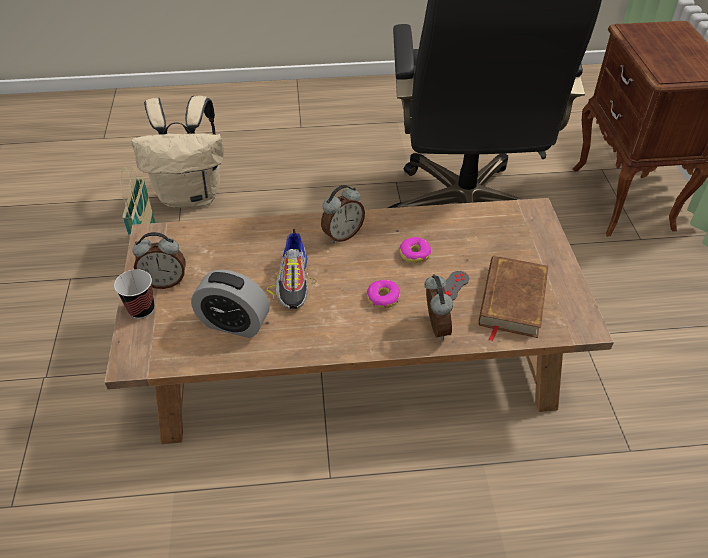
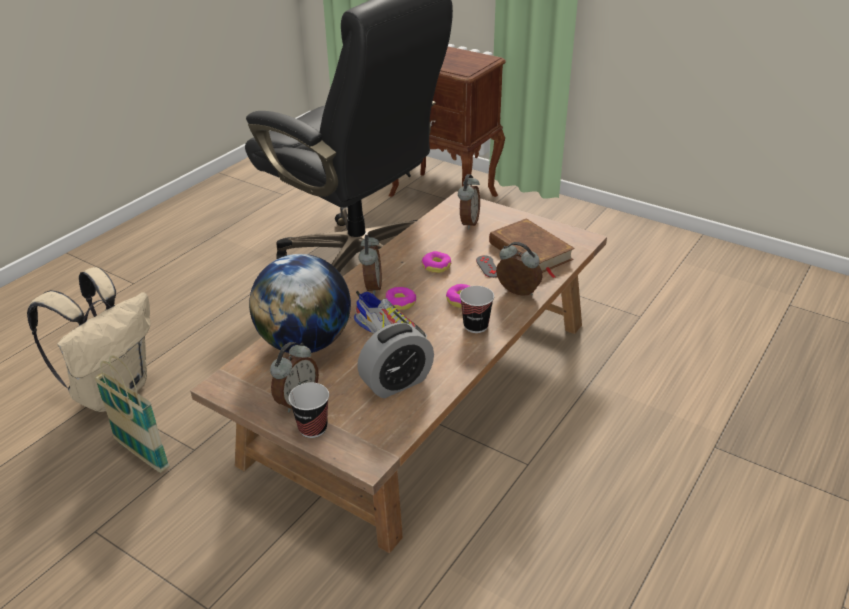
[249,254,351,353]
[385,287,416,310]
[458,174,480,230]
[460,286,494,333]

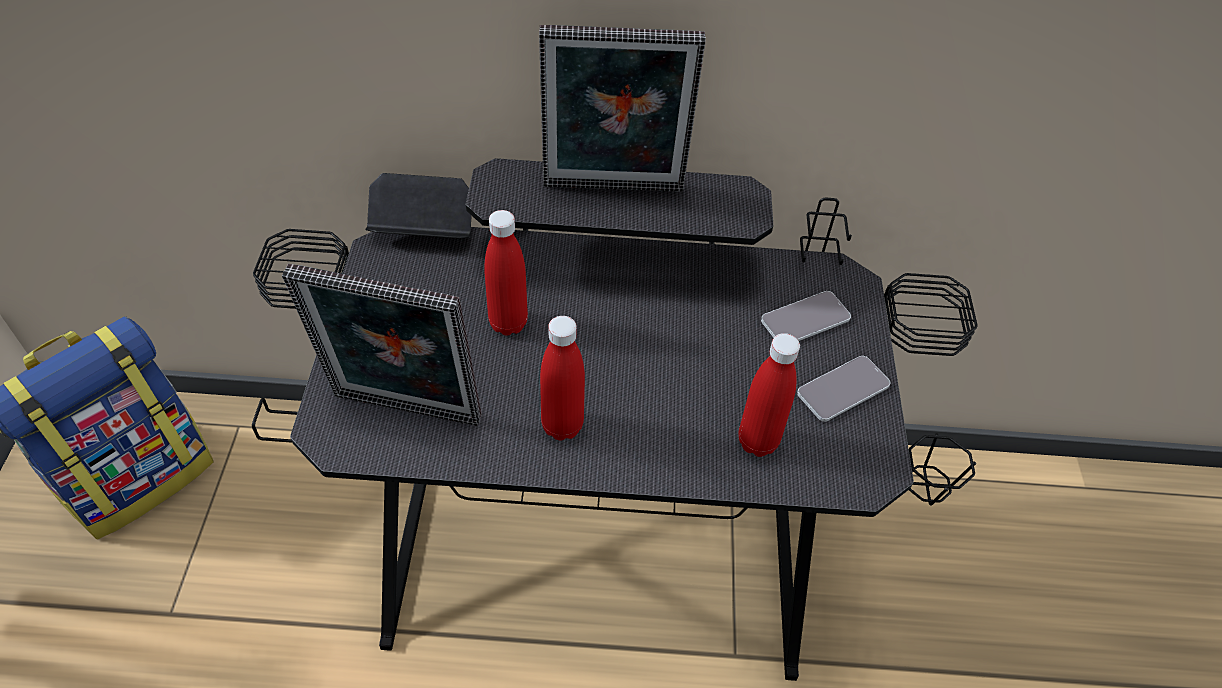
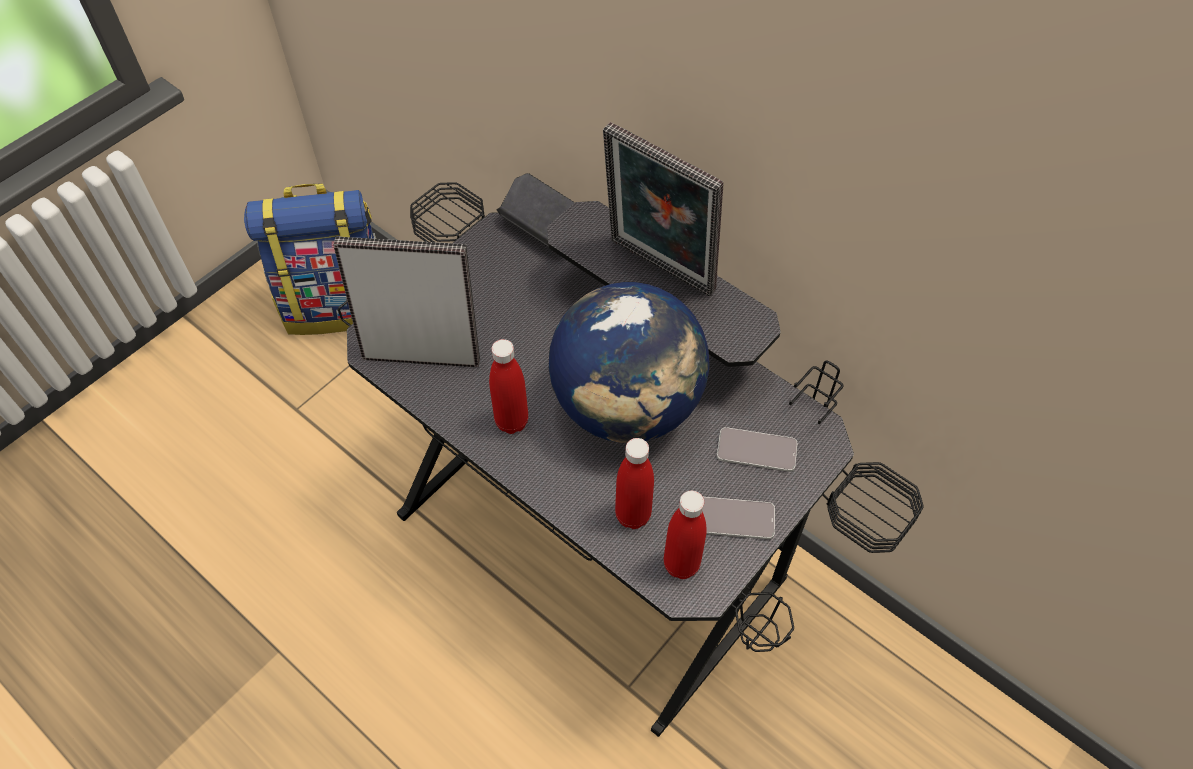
[549,282,710,443]
[664,491,707,579]
[333,236,480,367]

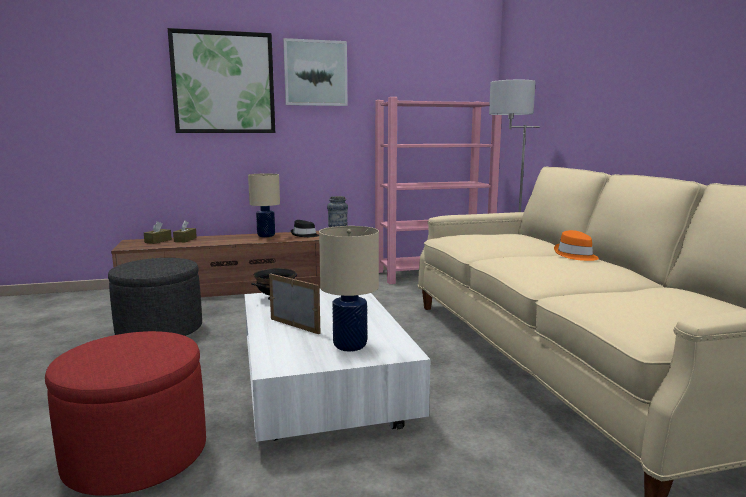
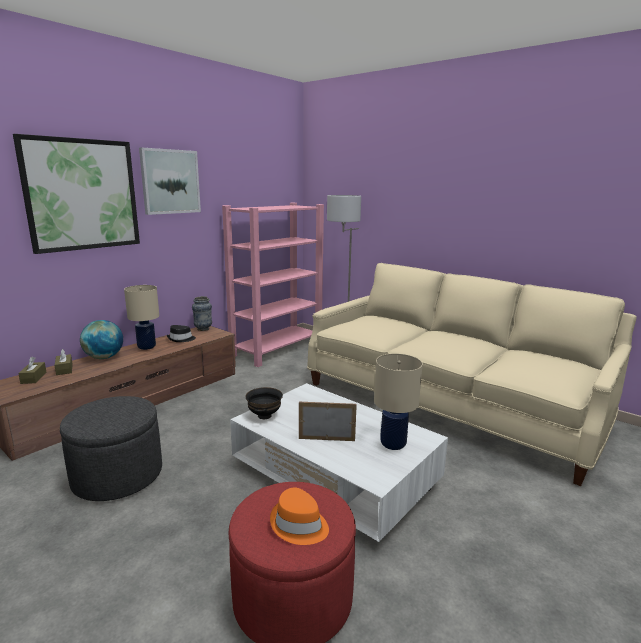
[80,320,123,359]
[270,487,329,545]

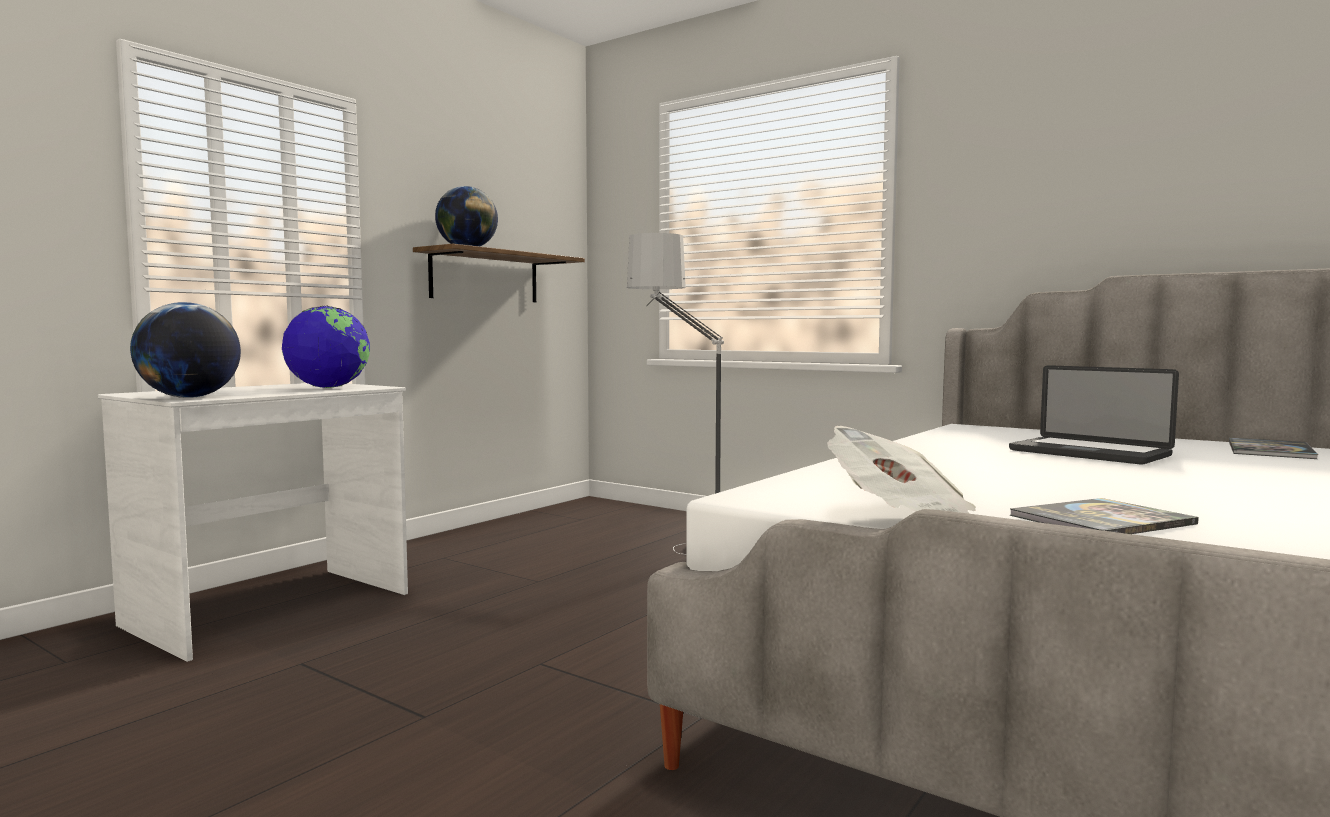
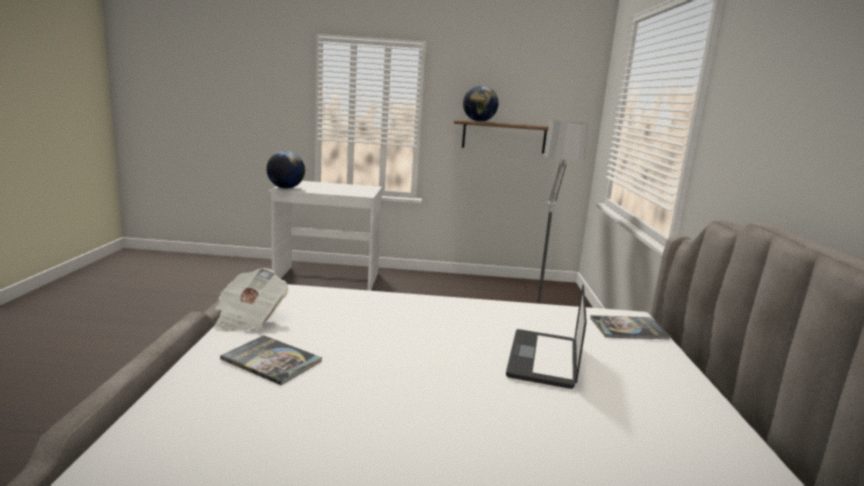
[282,306,370,388] (first image)
[590,315,671,340]

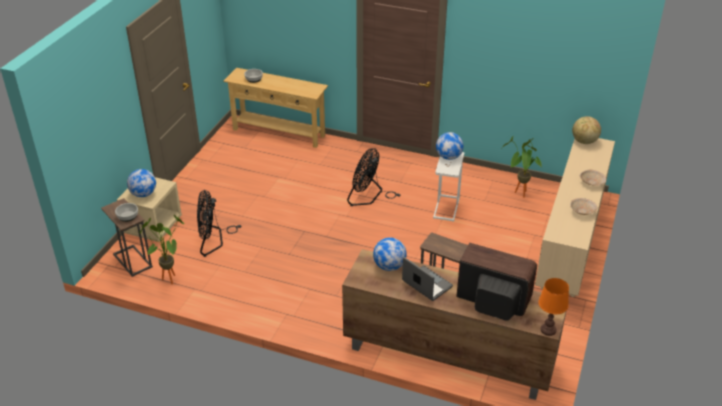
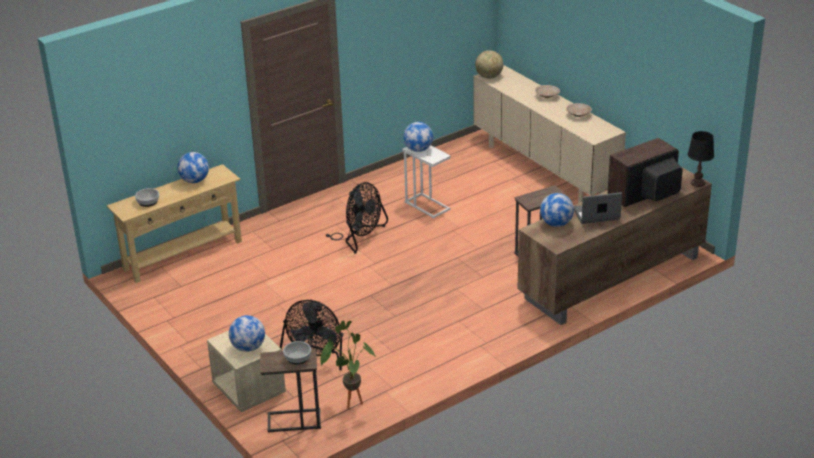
[501,135,541,198] (first image)
[177,152,209,183]
[688,131,714,187]
[326,182,388,254]

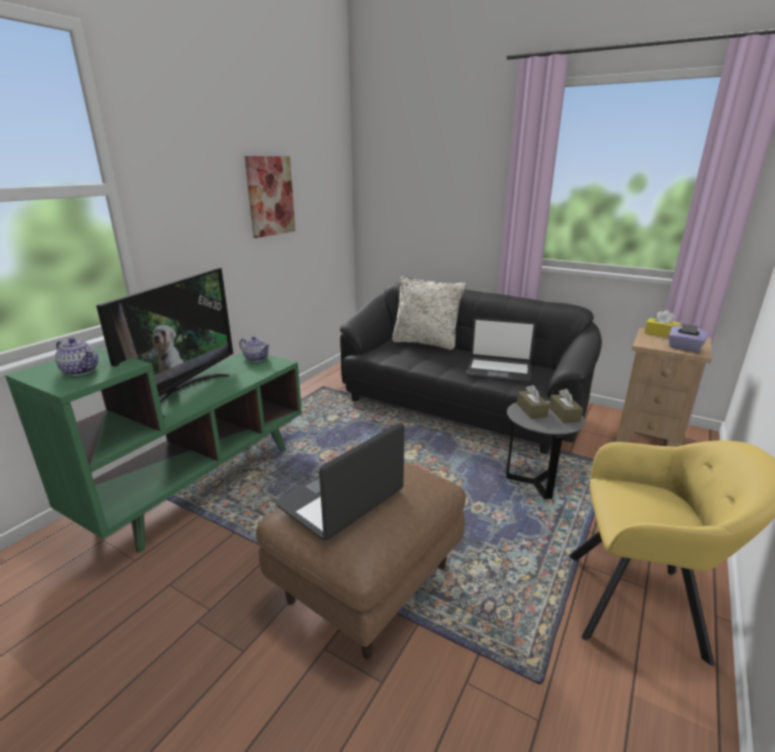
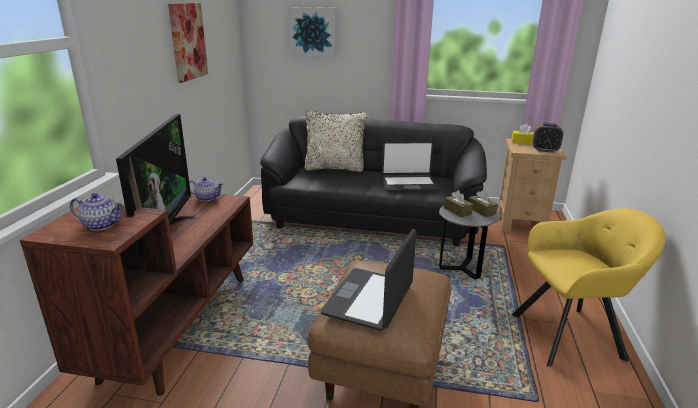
[289,7,336,57]
[533,123,563,153]
[20,193,253,396]

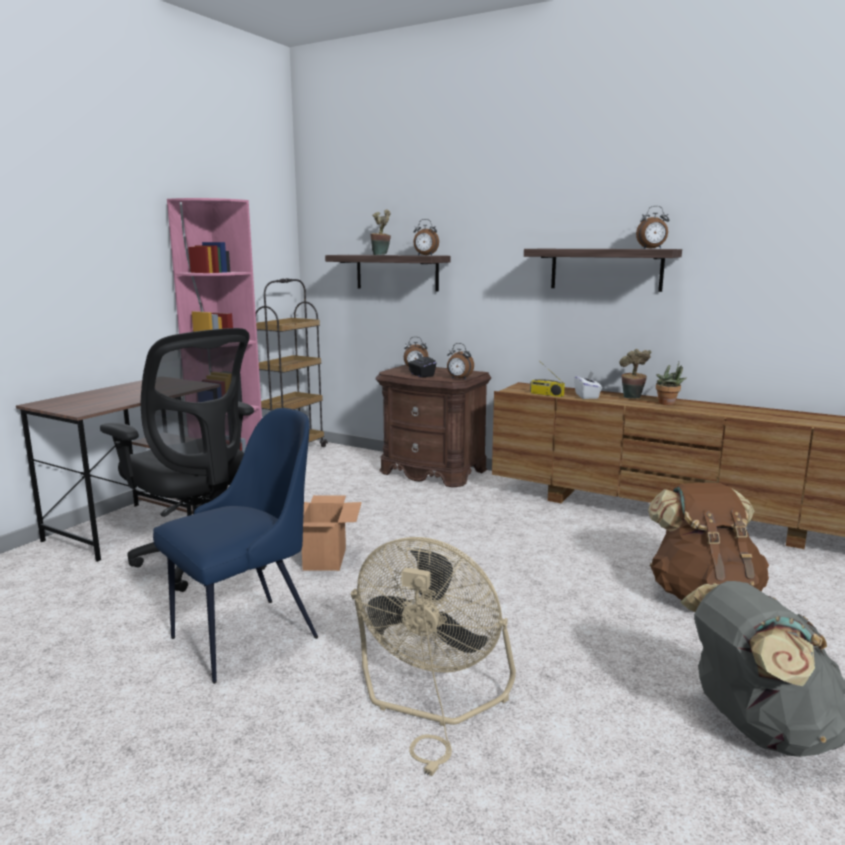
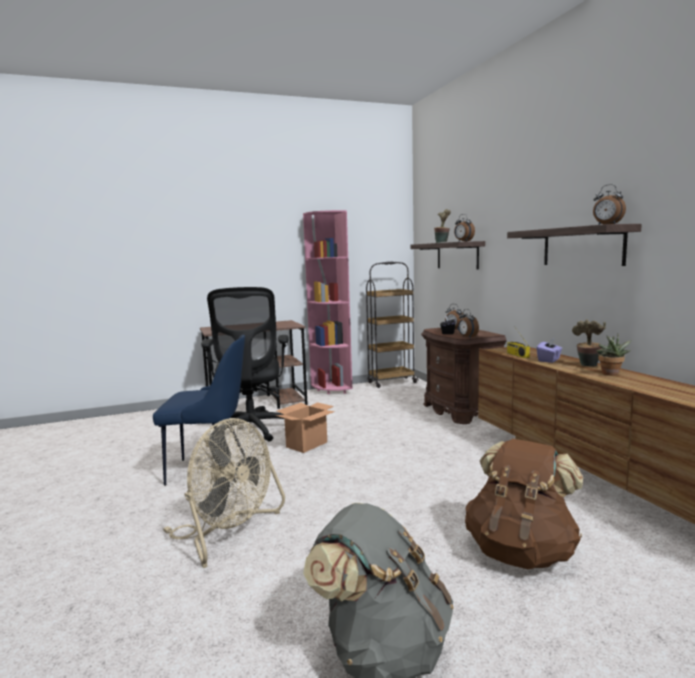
[537,338,562,363]
[163,418,285,568]

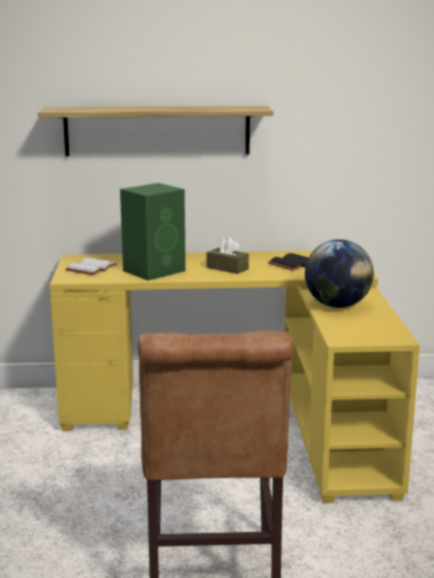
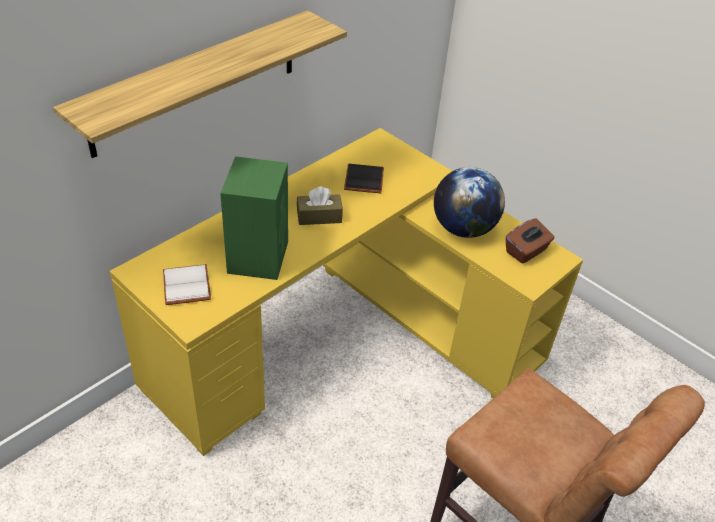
[506,218,555,264]

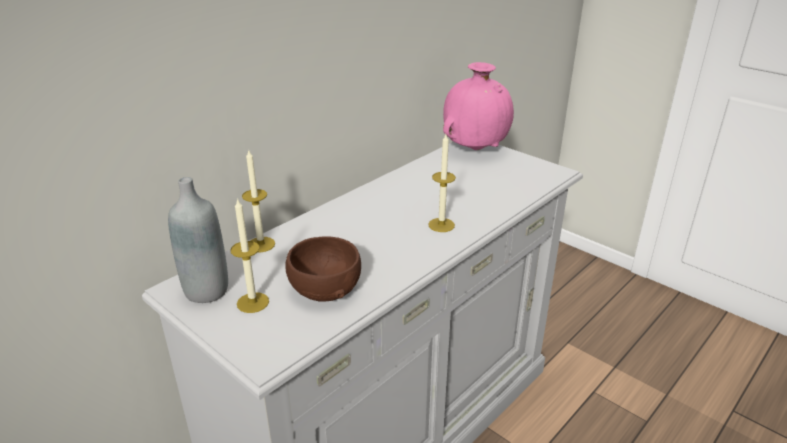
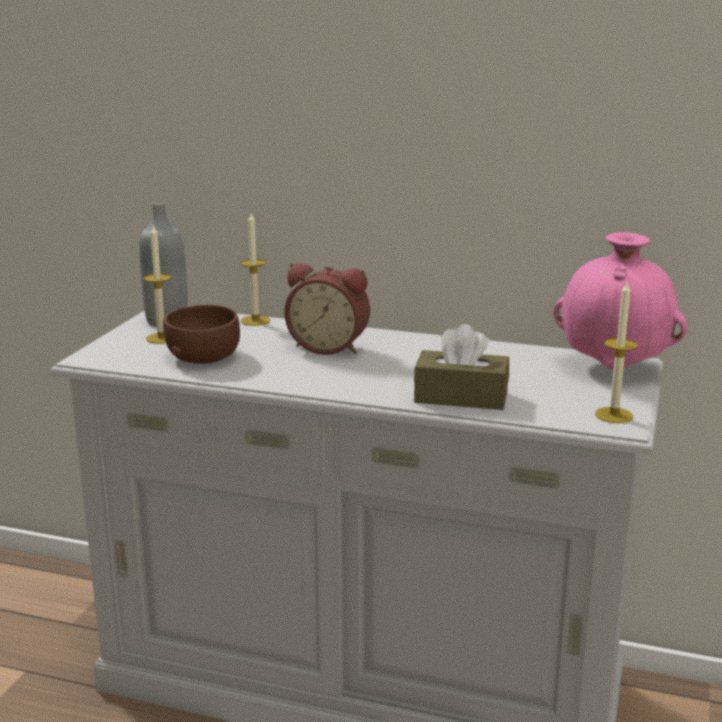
[284,263,370,355]
[414,324,509,410]
[595,282,638,423]

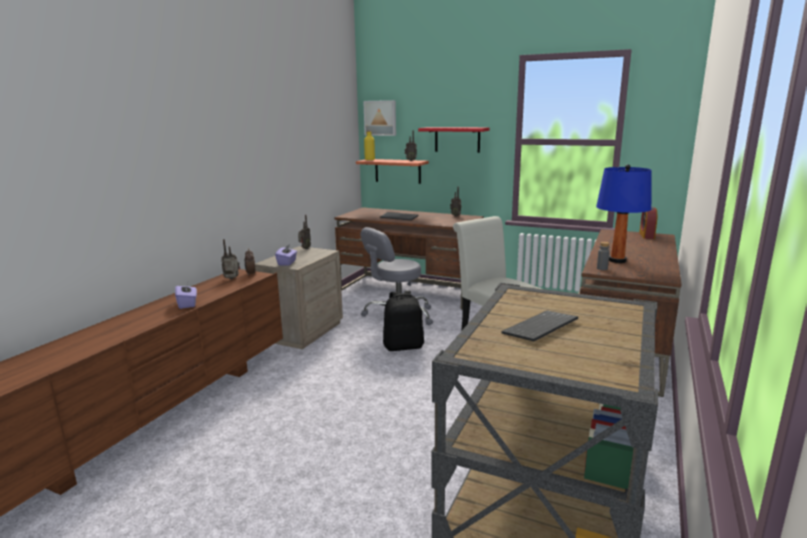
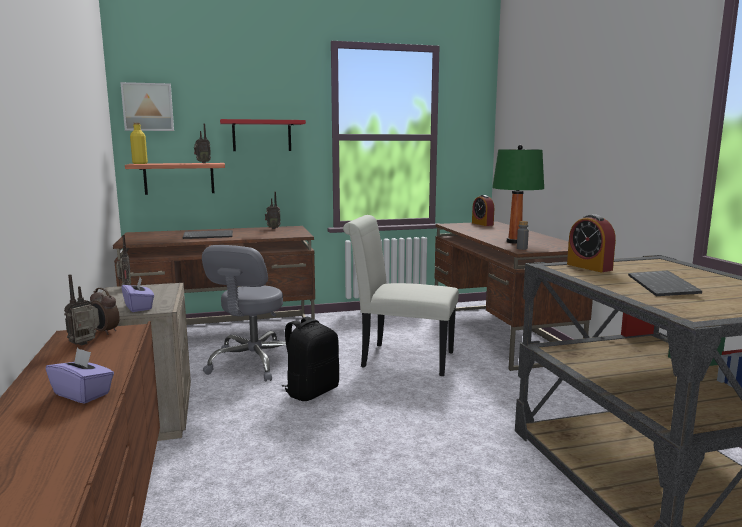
[567,214,616,272]
[492,145,544,244]

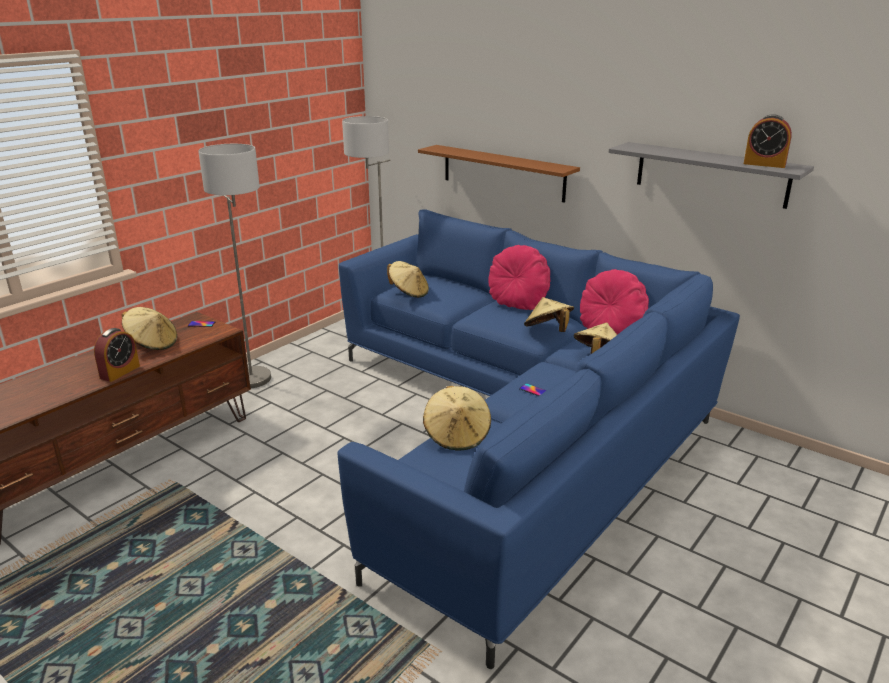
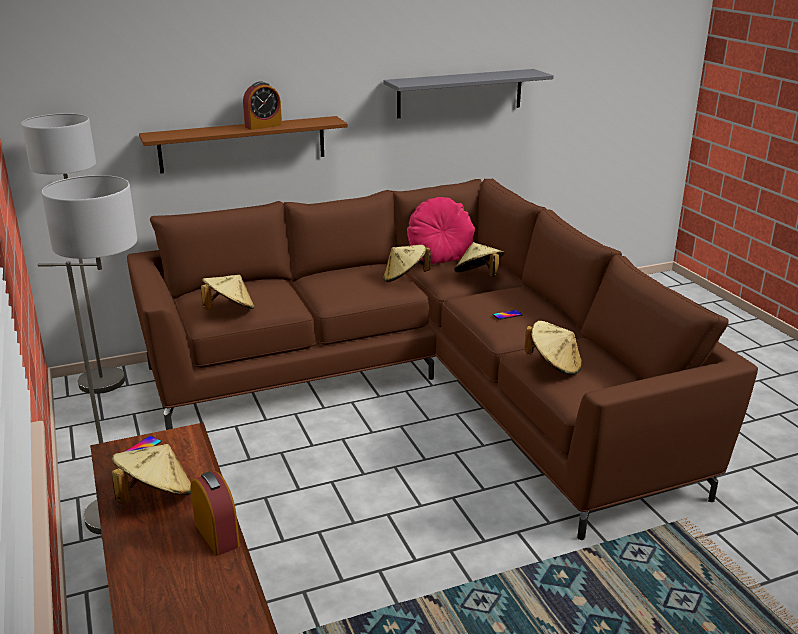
[489,245,551,310] (first image)
[243,82,282,130]
[127,179,758,540]

